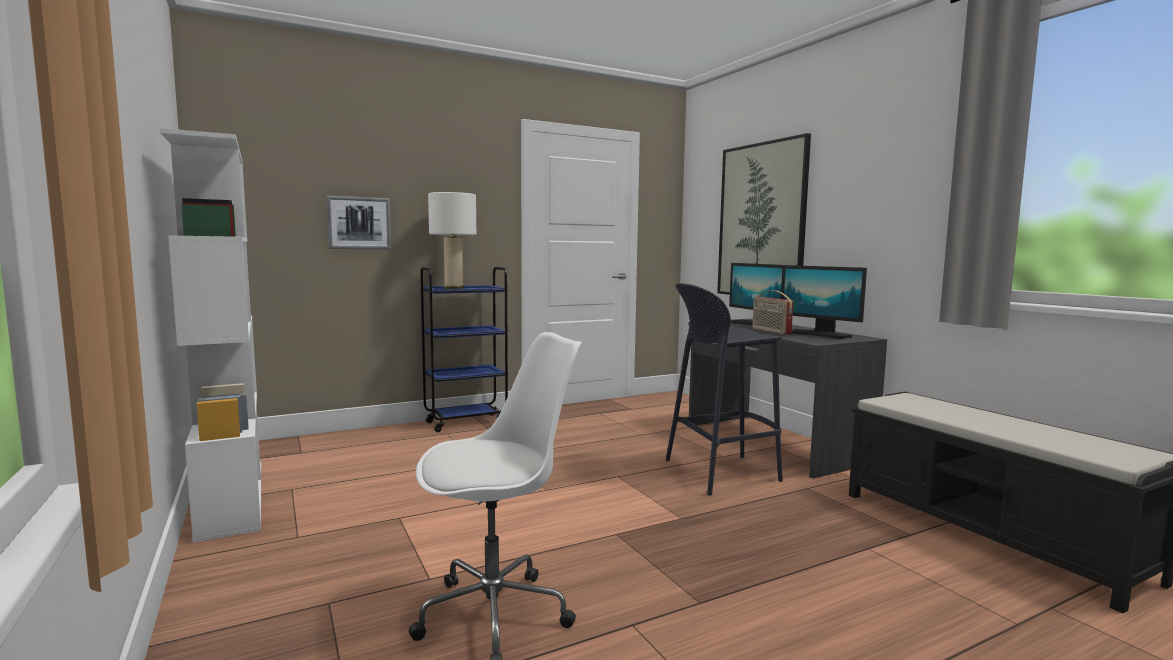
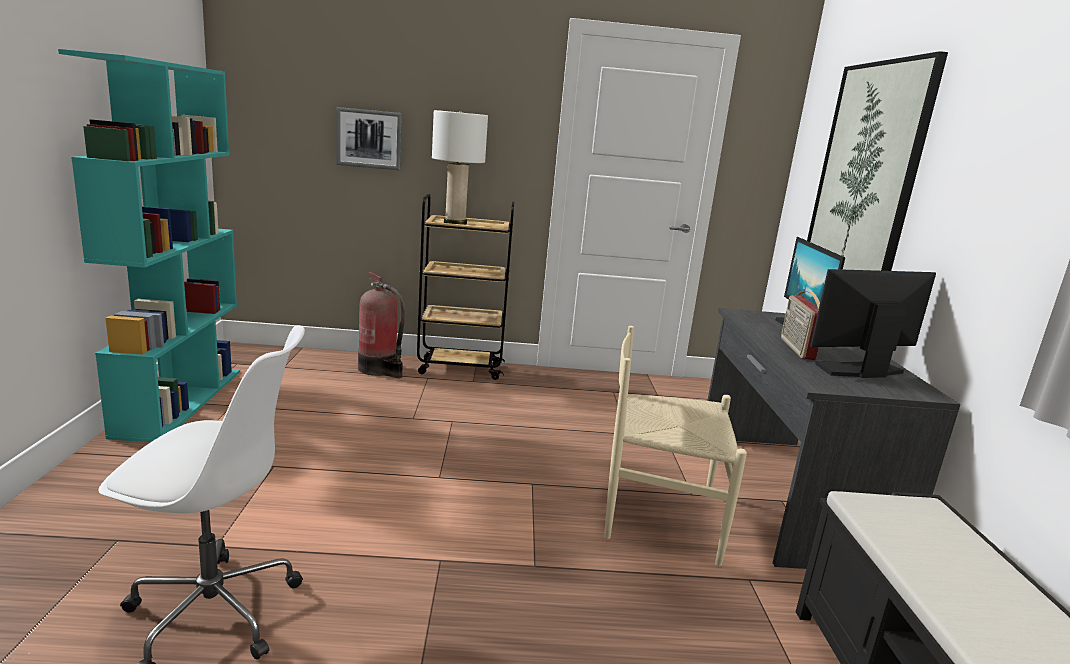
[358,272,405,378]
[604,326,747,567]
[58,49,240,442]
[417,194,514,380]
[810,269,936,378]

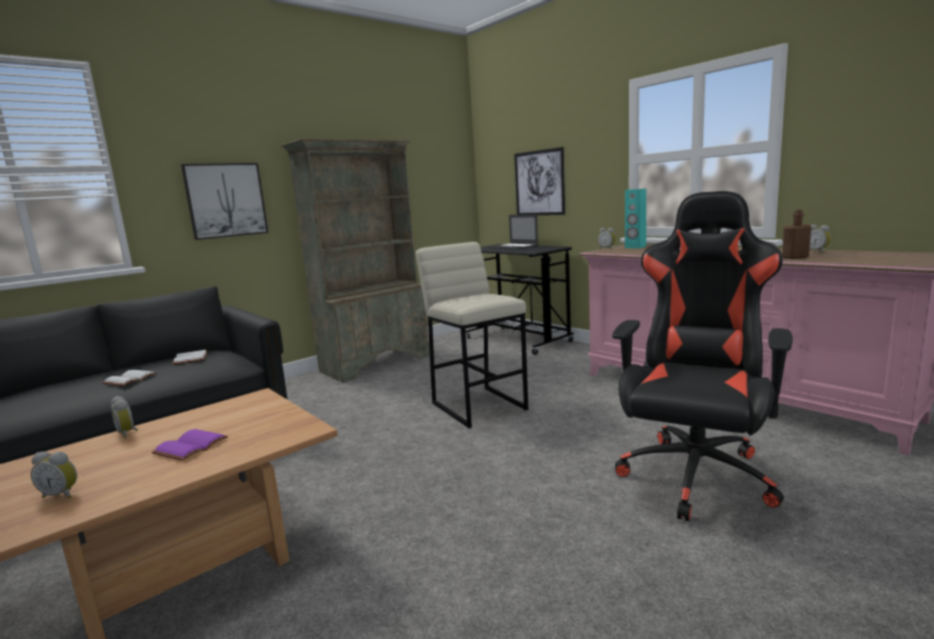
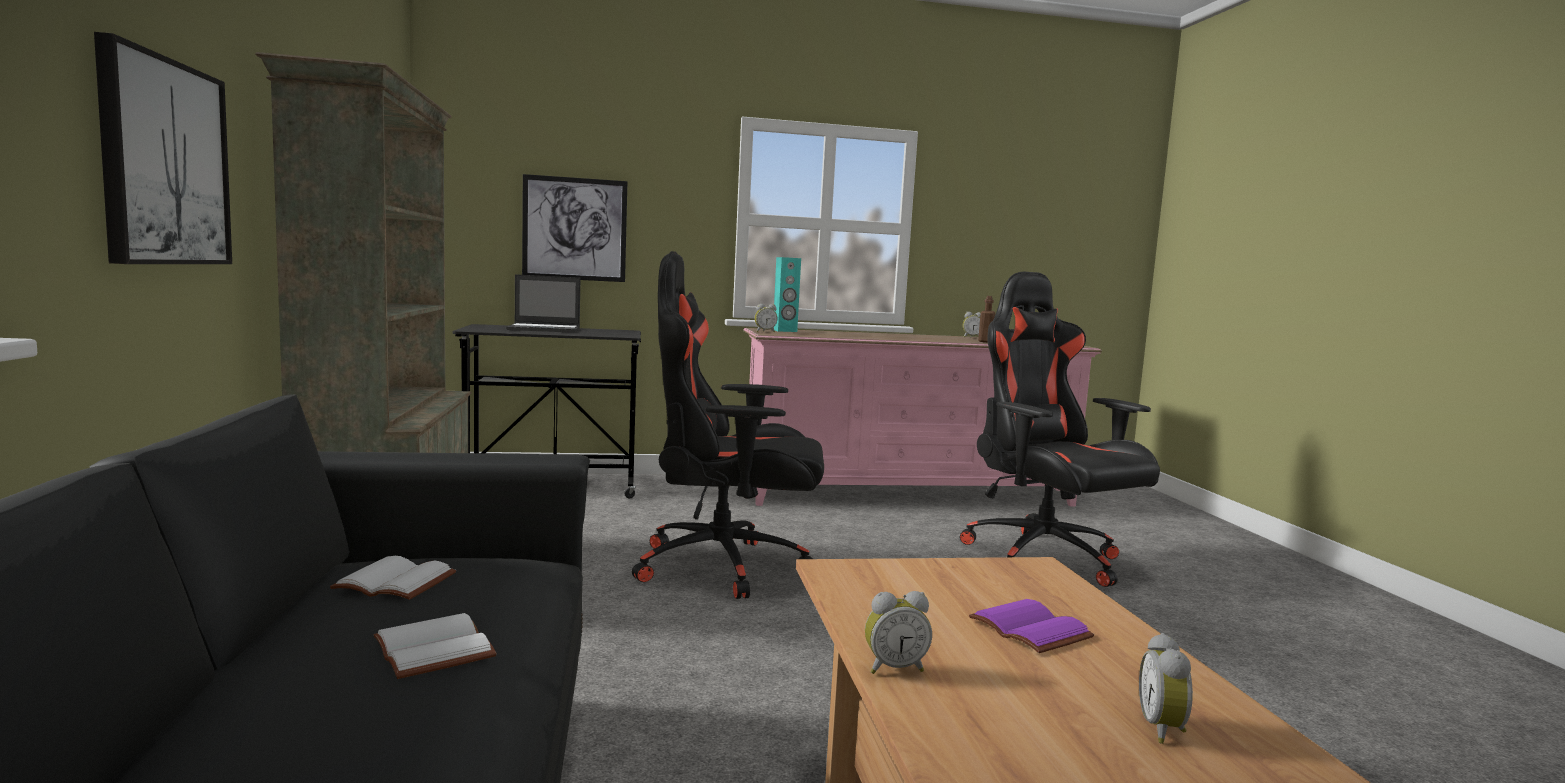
[632,251,824,599]
[1139,633,1193,744]

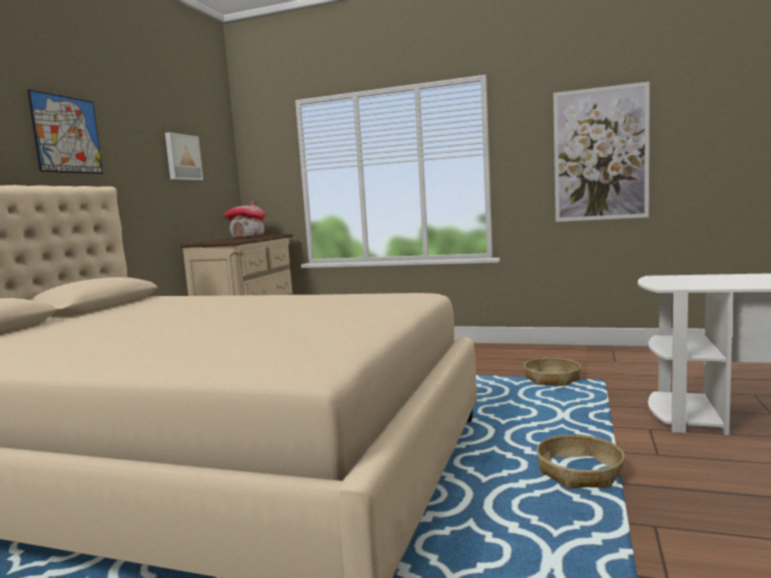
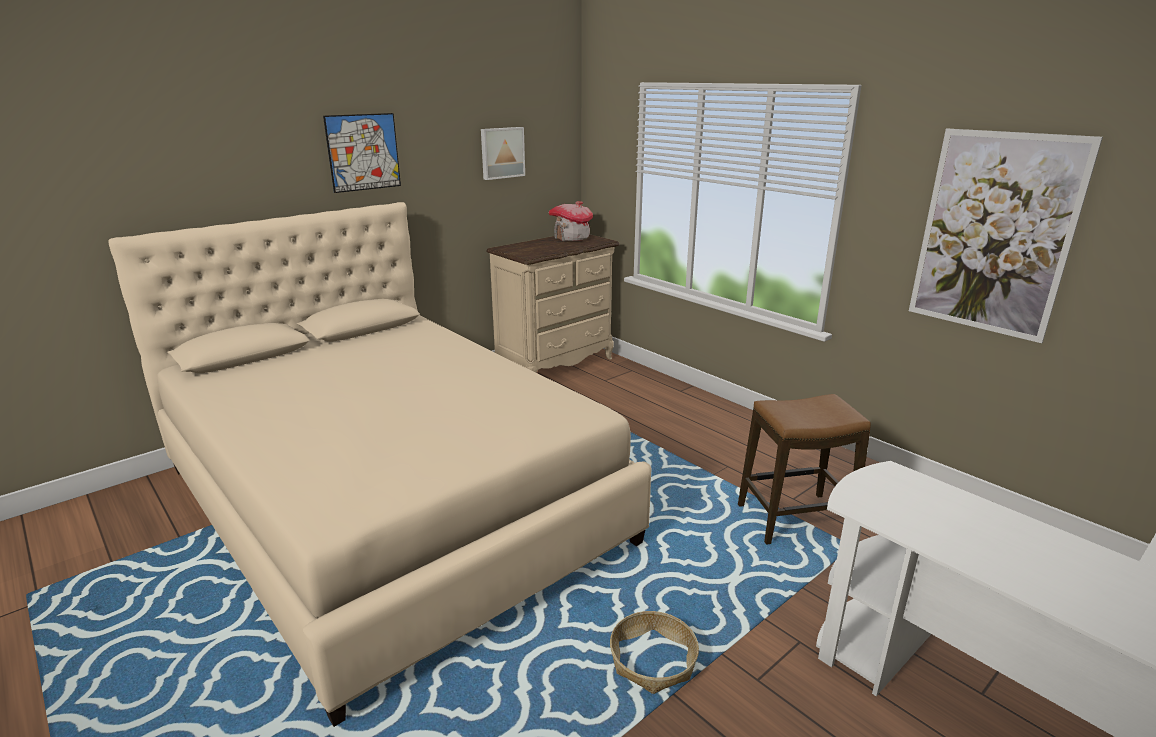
[738,394,871,545]

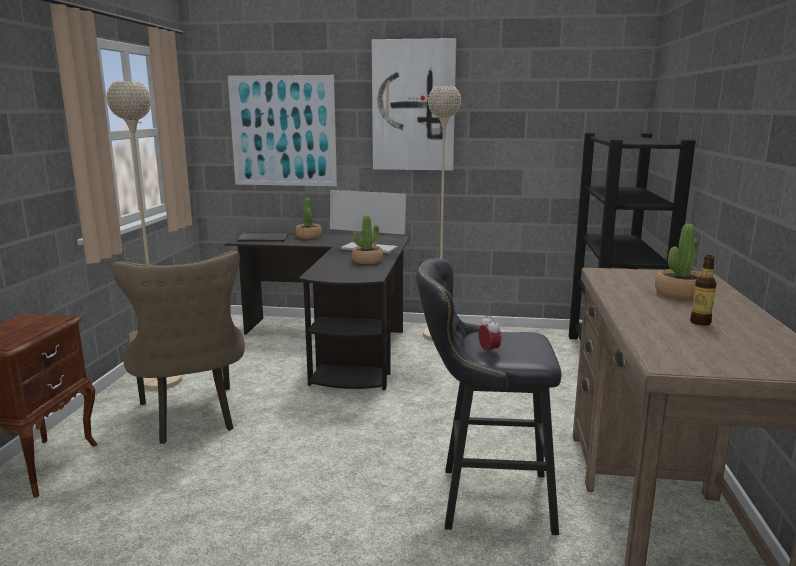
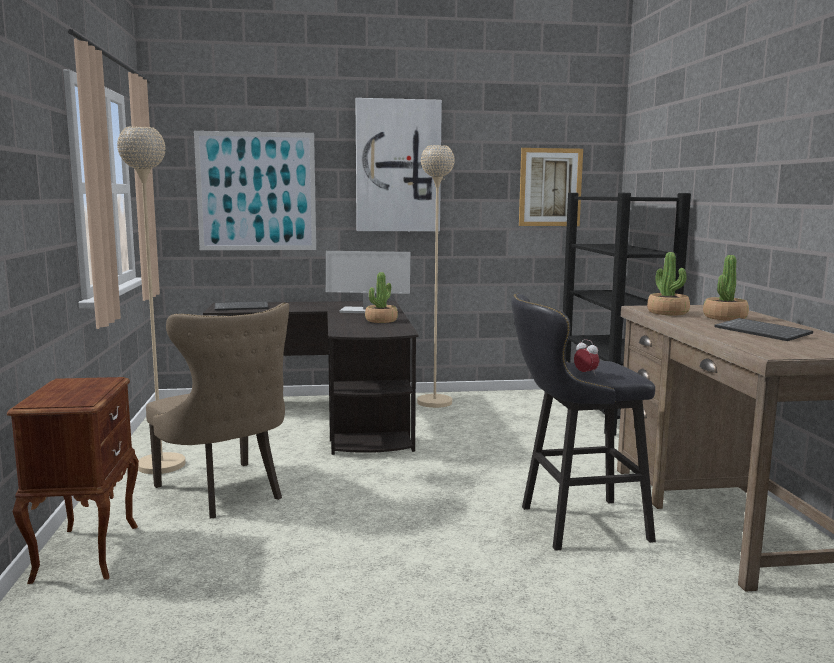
[519,148,583,226]
[647,252,690,316]
[714,318,813,341]

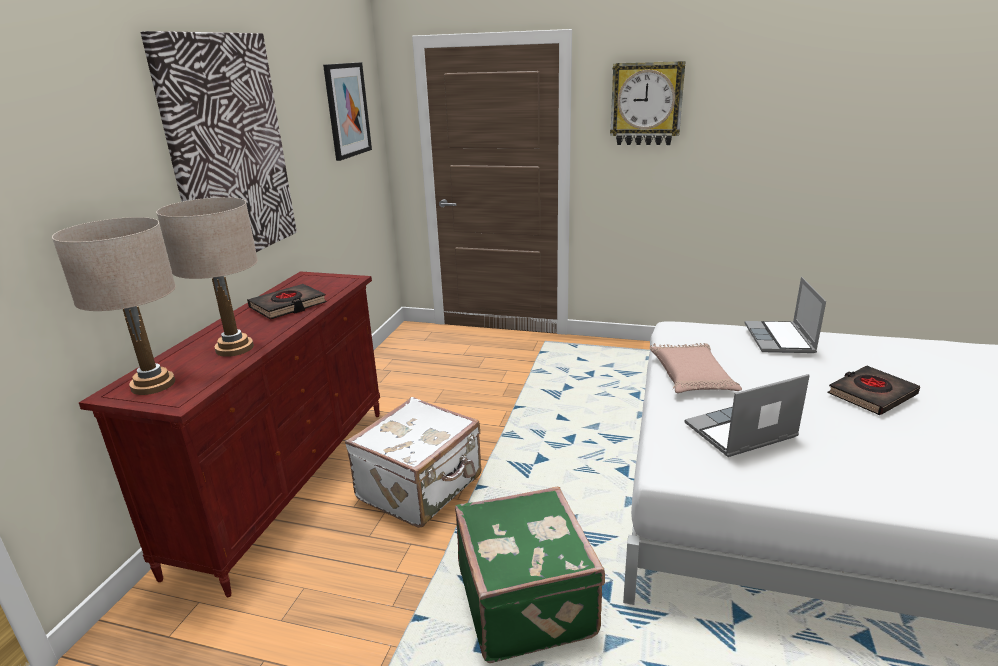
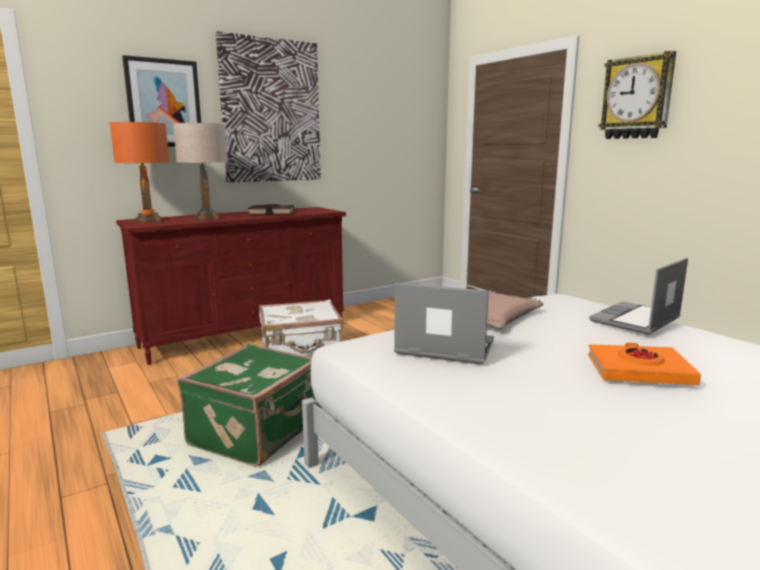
[122,55,201,147]
[110,122,169,222]
[588,343,701,385]

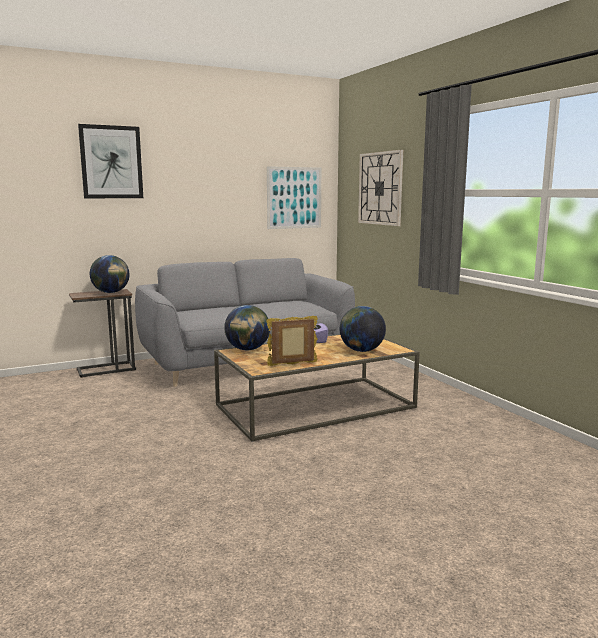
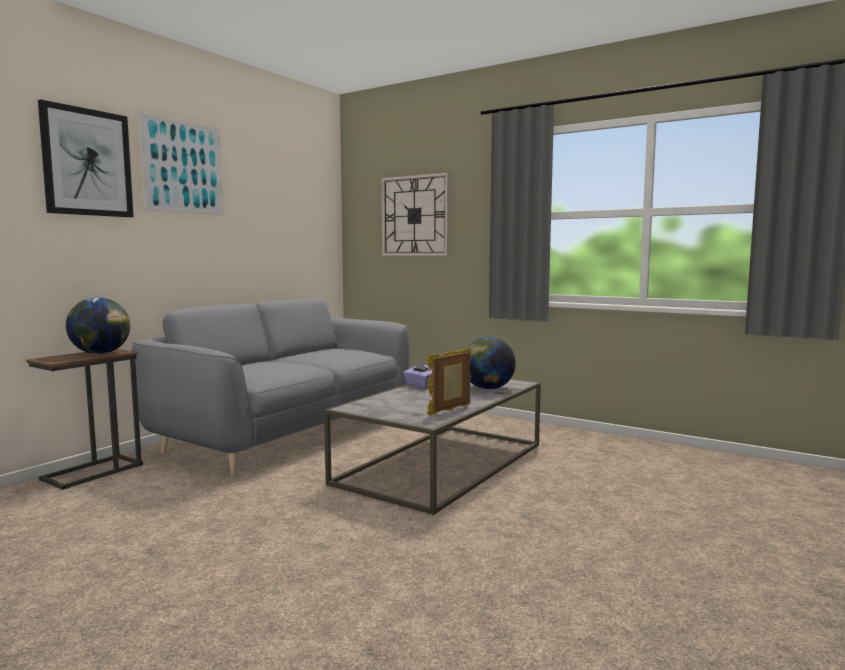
[224,305,270,350] (first image)
[139,112,223,215]
[324,379,541,516]

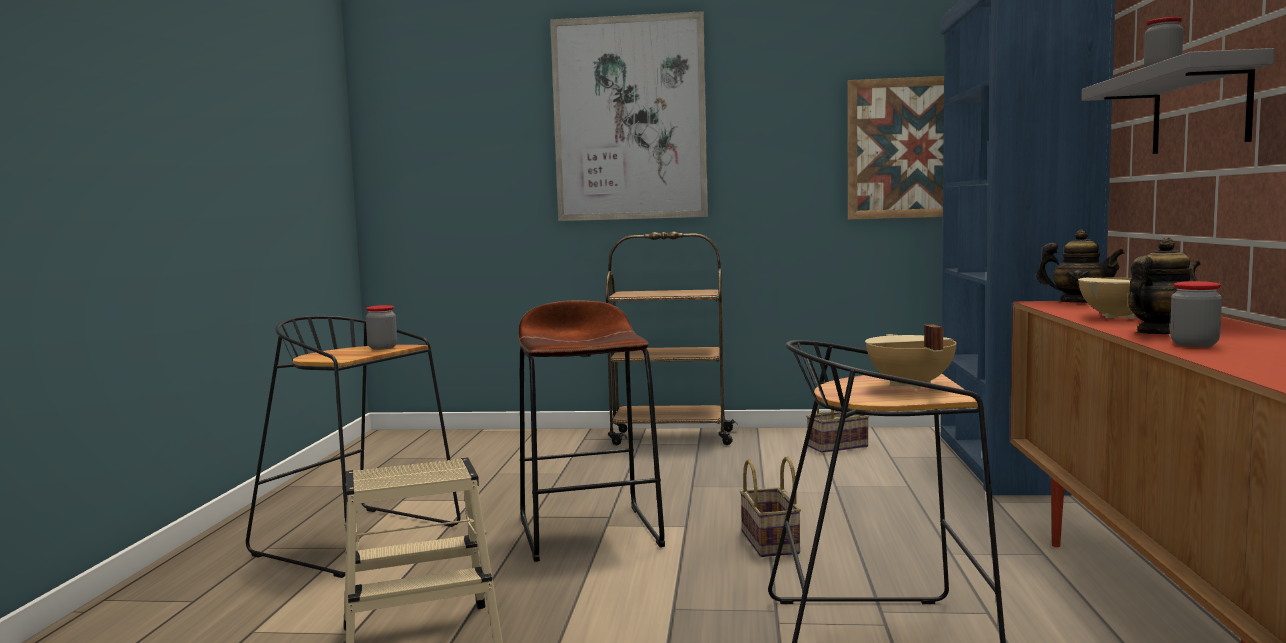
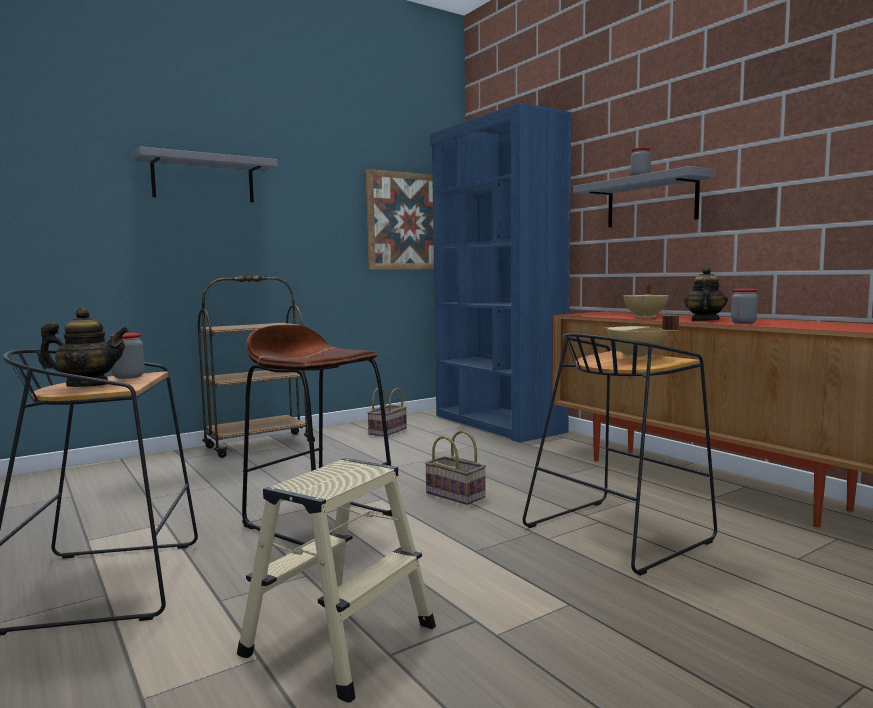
[38,308,129,387]
[132,146,278,202]

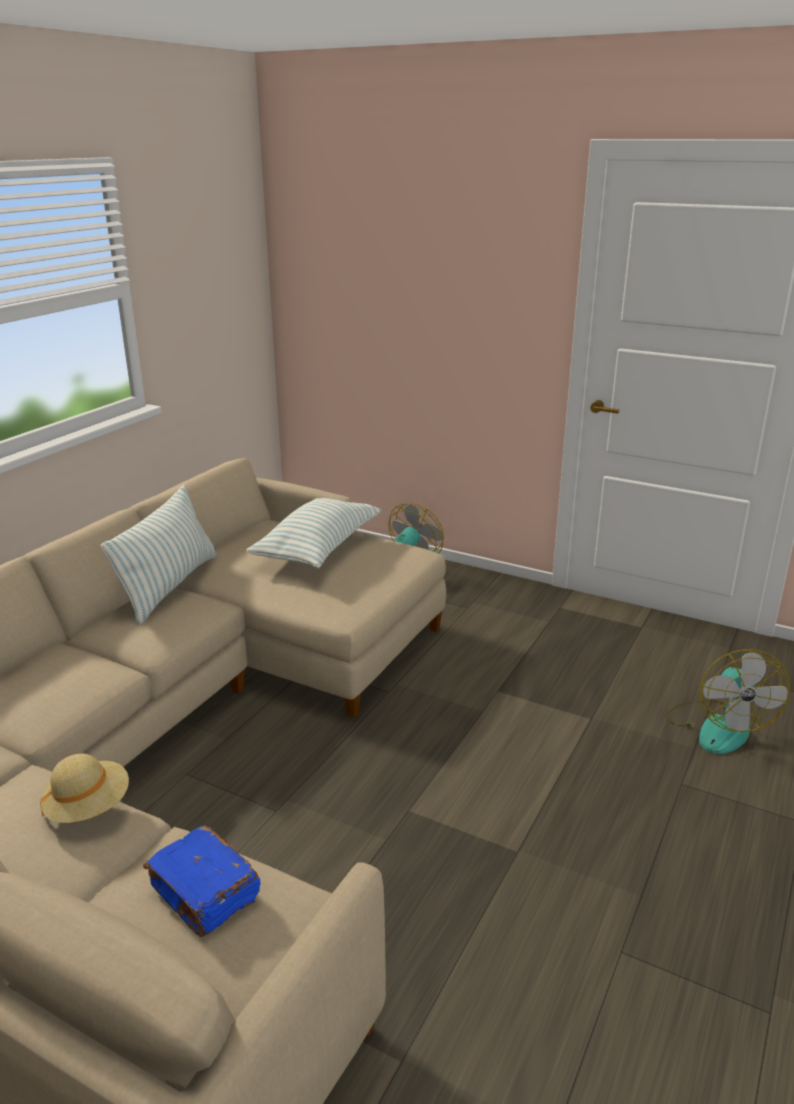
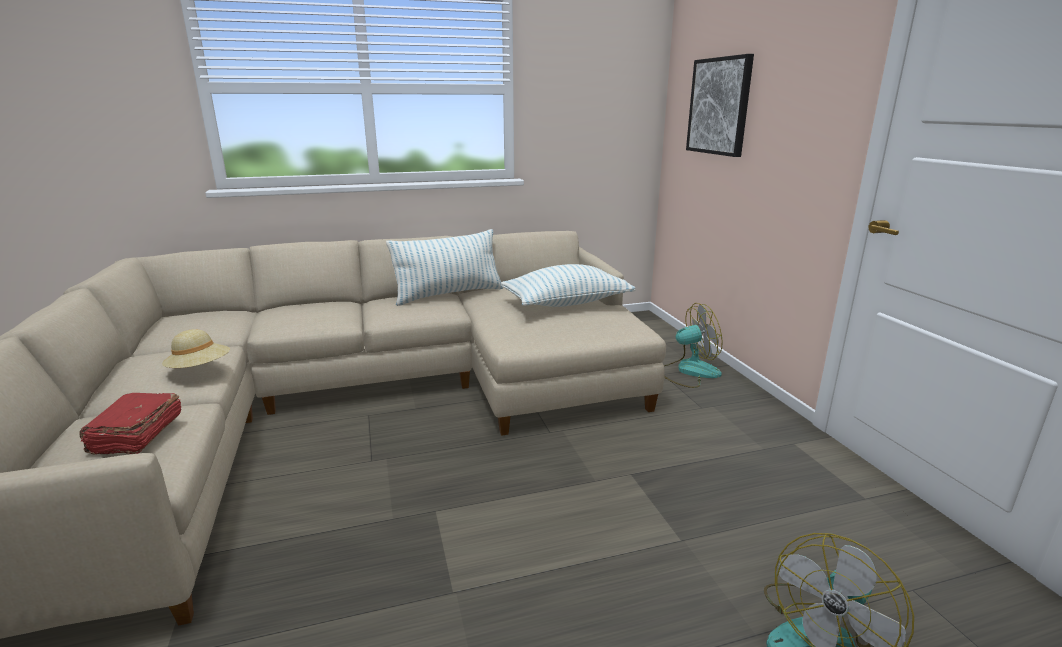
[686,54,754,157]
[80,393,182,454]

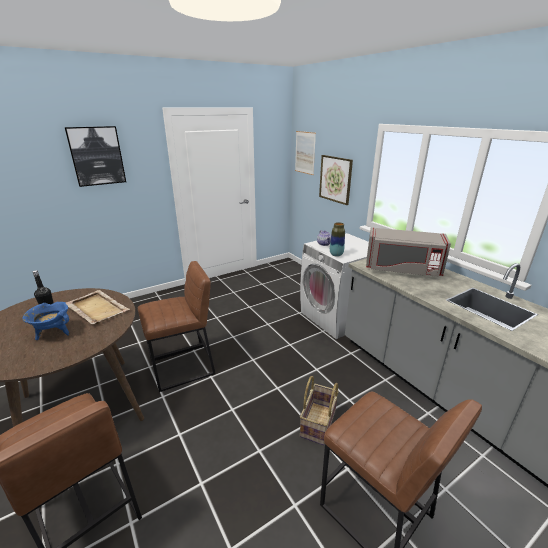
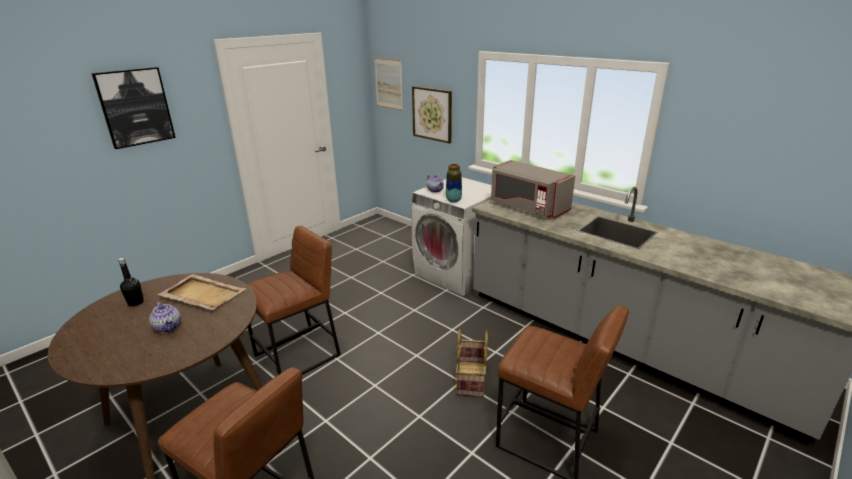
[149,302,181,333]
[491,160,575,218]

